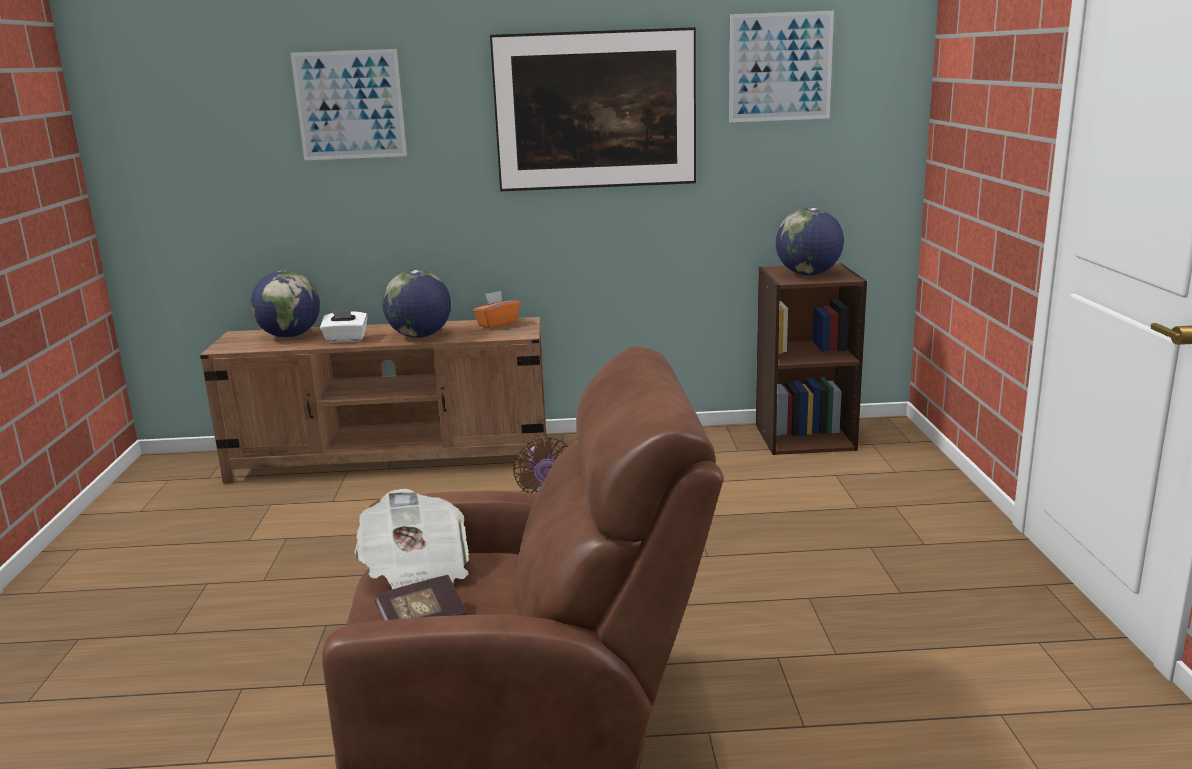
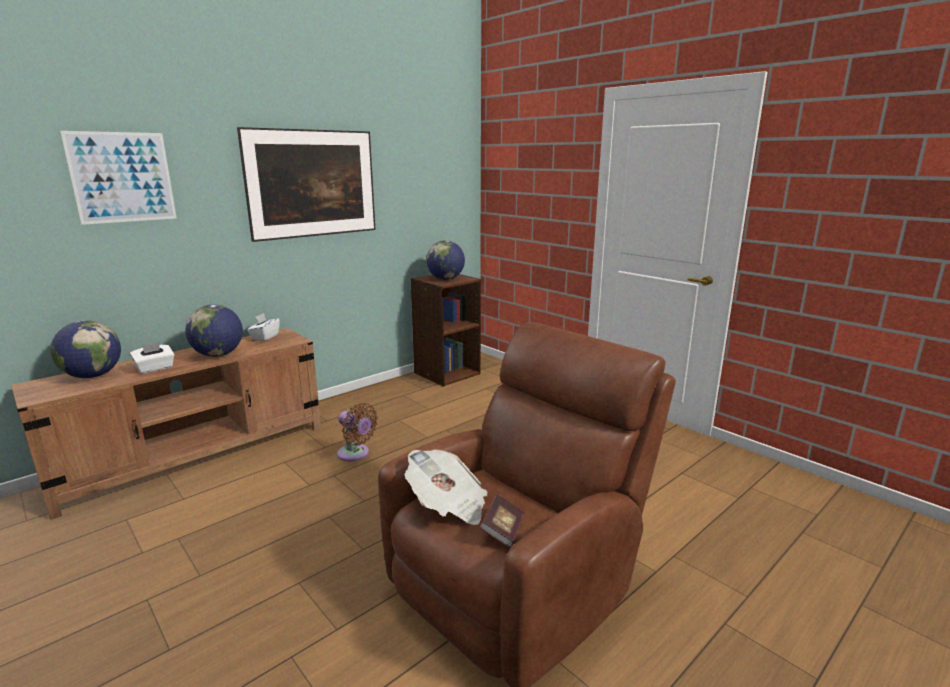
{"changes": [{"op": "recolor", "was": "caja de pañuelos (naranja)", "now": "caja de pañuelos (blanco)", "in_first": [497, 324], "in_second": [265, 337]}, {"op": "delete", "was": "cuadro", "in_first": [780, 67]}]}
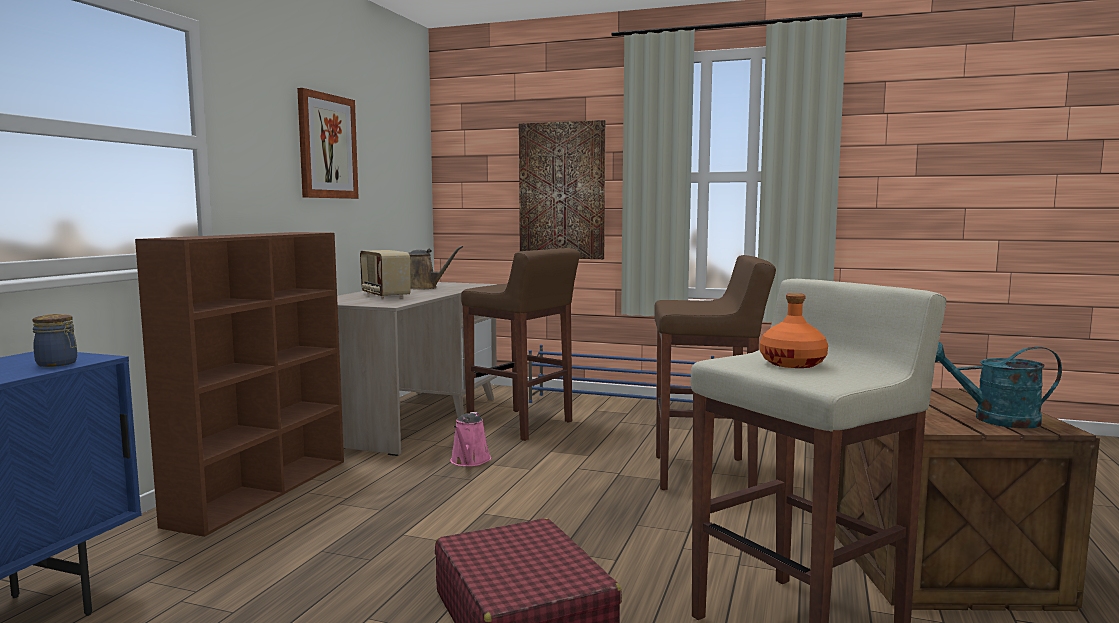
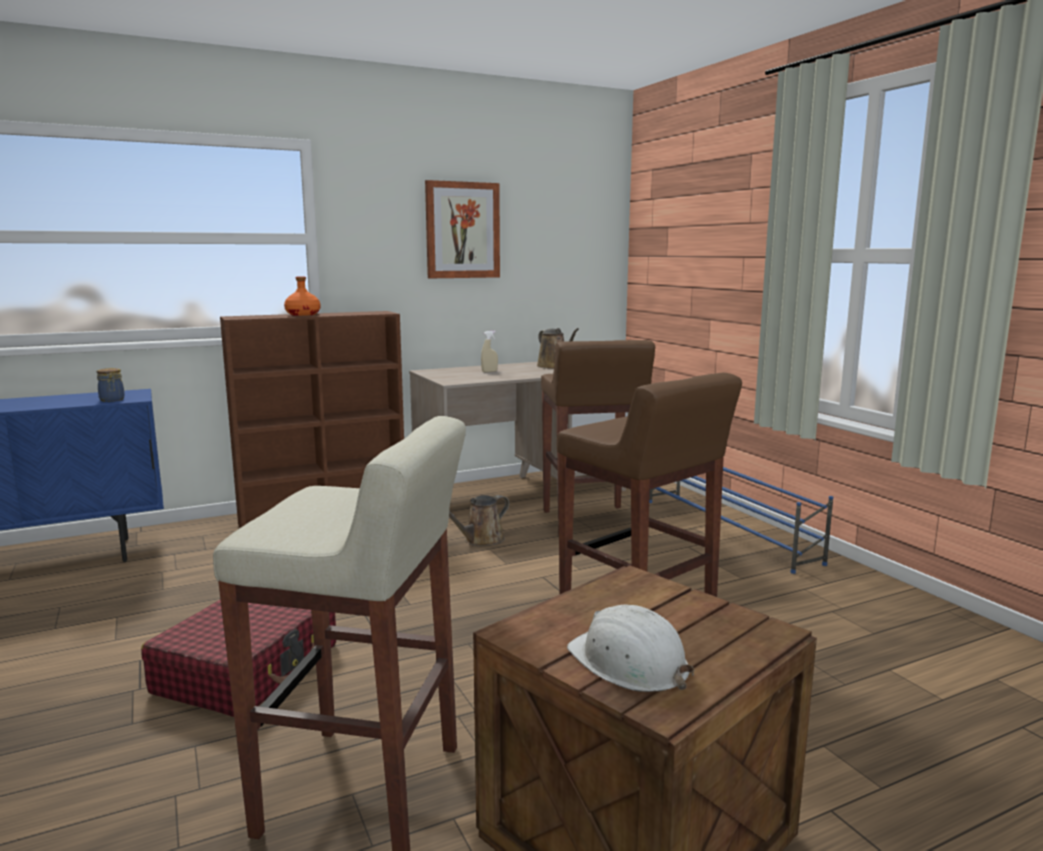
{"changes": [{"op": "replace", "was": "radio", "now": "pulverizador (beis)", "in_first": [384, 295], "in_second": [489, 371]}, {"op": "recolor", "was": "regadera (rosa)", "now": "regadera (marrón)", "in_first": [469, 461], "in_second": [480, 540]}, {"op": "delete", "was": "cuadro", "in_first": [562, 191]}, {"op": "move", "was": "botella (naranja)", "in_first": [793, 363], "in_second": [303, 314]}, {"op": "replace", "was": "regadera (turquesa)", "now": "casco (blanco)", "in_first": [994, 420], "in_second": [628, 663]}]}
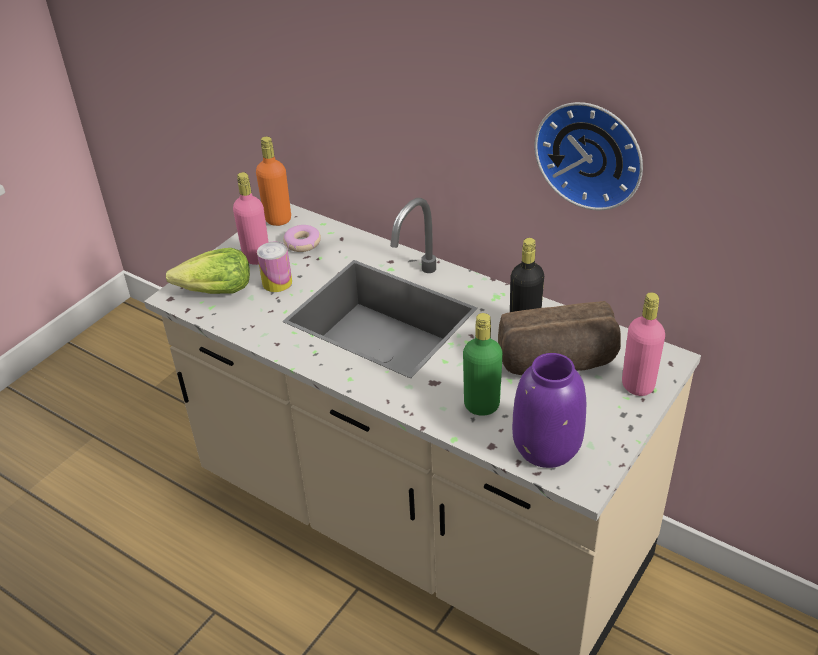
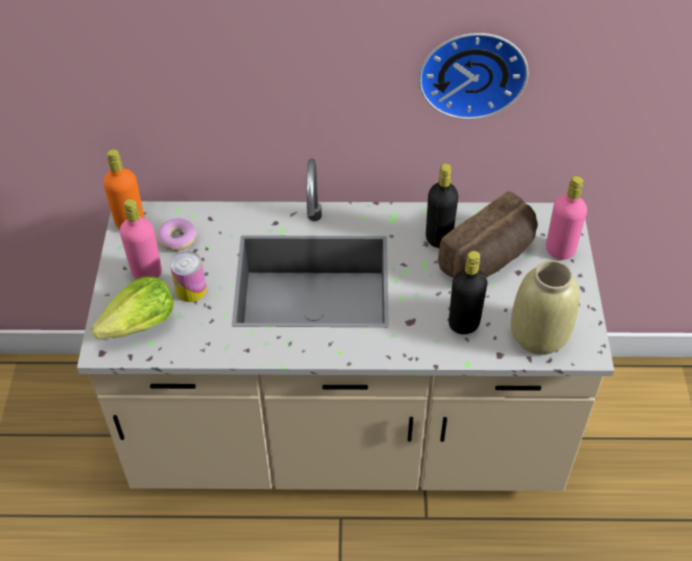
{"changes": [{"op": "recolor", "was": "botella (verde)", "now": "botella (negro)", "in_first": [481, 405], "in_second": [464, 324]}, {"op": "recolor", "was": "florero (morado)", "now": "florero (beis)", "in_first": [547, 447], "in_second": [539, 335]}]}
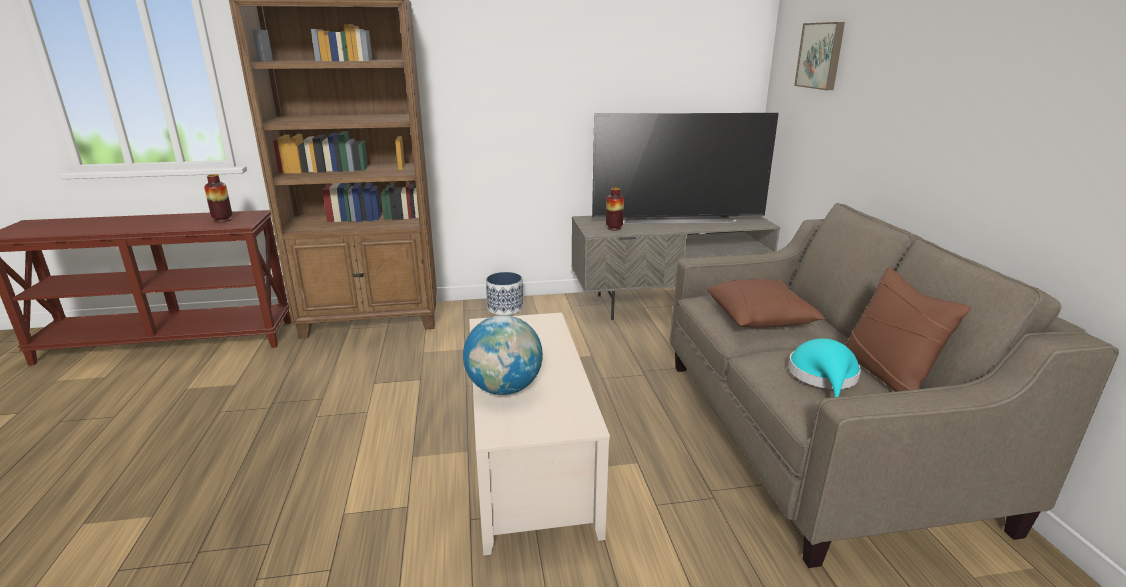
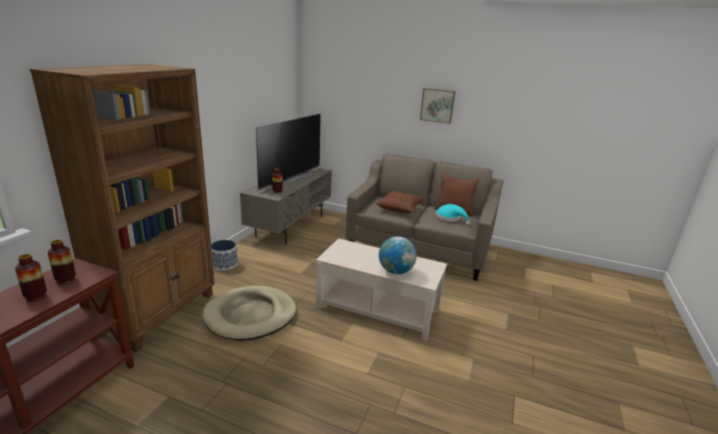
{"changes": [{"op": "move", "was": "cuadro", "in_first": [821, 55], "in_second": [437, 105]}, {"op": "insert", "now": "florero", "in_second": [36, 297]}, {"op": "insert", "now": "cama para perro (beis)", "in_second": [250, 316]}]}
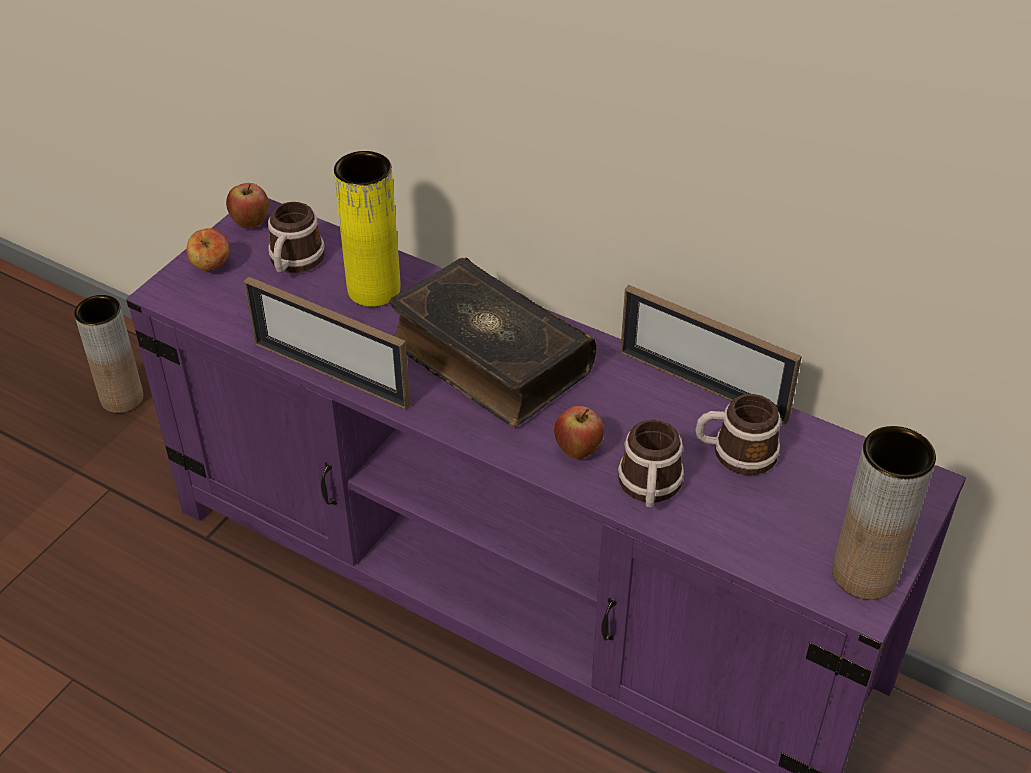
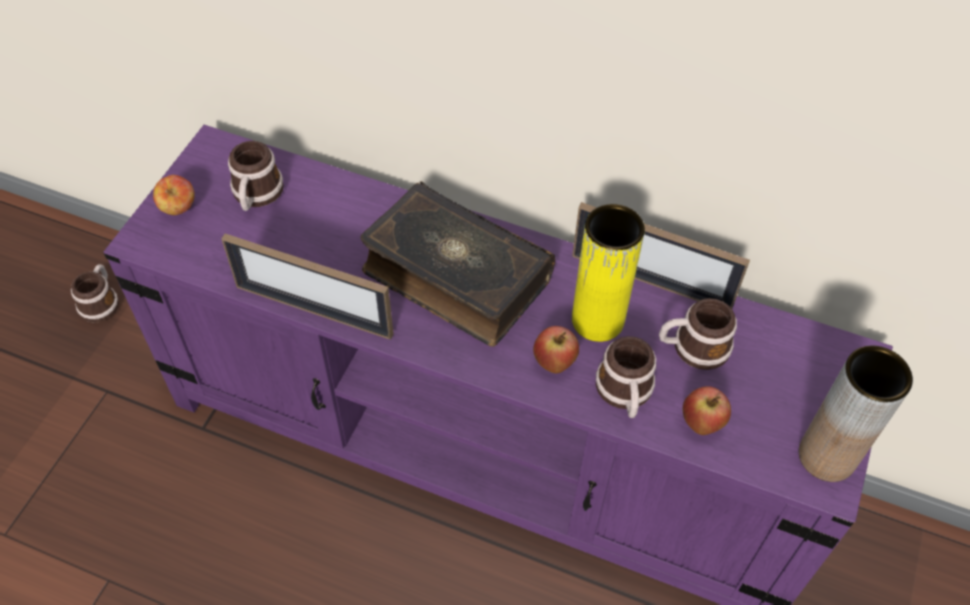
{"changes": [{"op": "replace", "was": "florero (marrón)", "now": "taza grande", "in_first": [122, 398], "in_second": [101, 301]}, {"op": "move", "was": "manzana", "in_first": [251, 224], "in_second": [701, 424]}, {"op": "move", "was": "florero (amarillo)", "in_first": [374, 290], "in_second": [597, 320]}]}
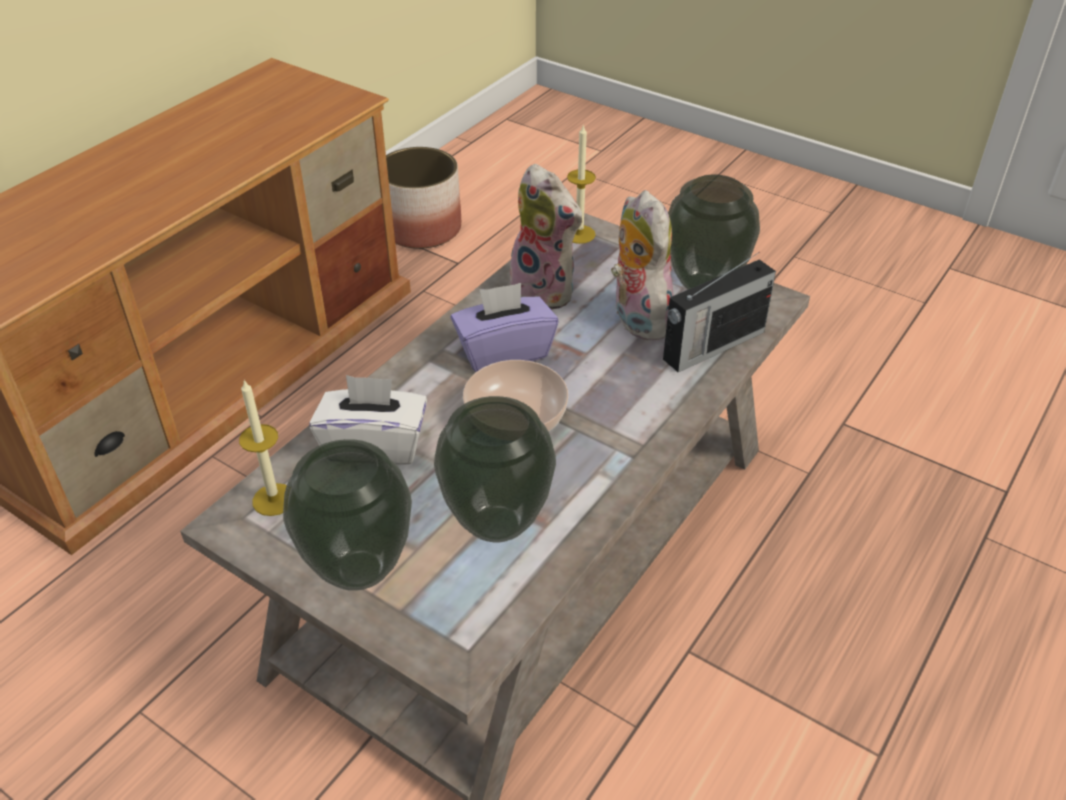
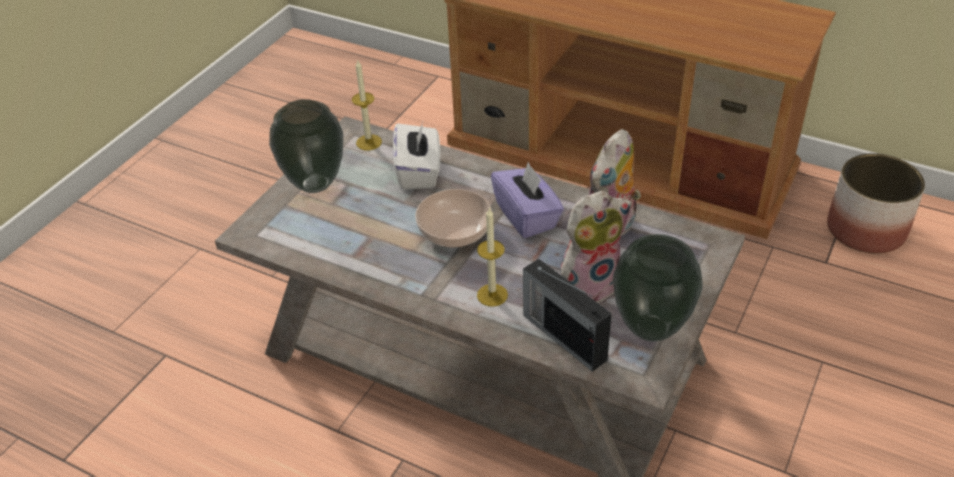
{"changes": [{"op": "delete", "was": "florero", "in_first": [495, 525]}, {"op": "move", "was": "vela", "in_first": [579, 234], "in_second": [492, 295]}]}
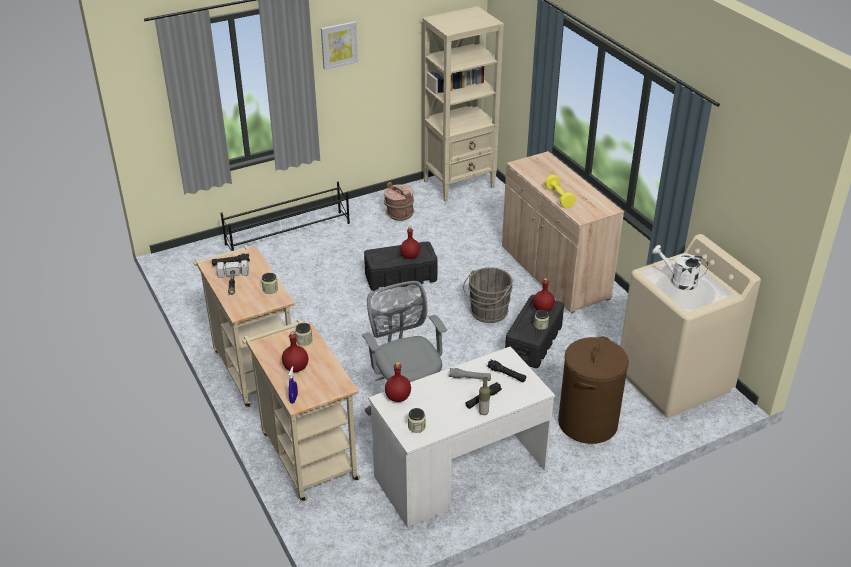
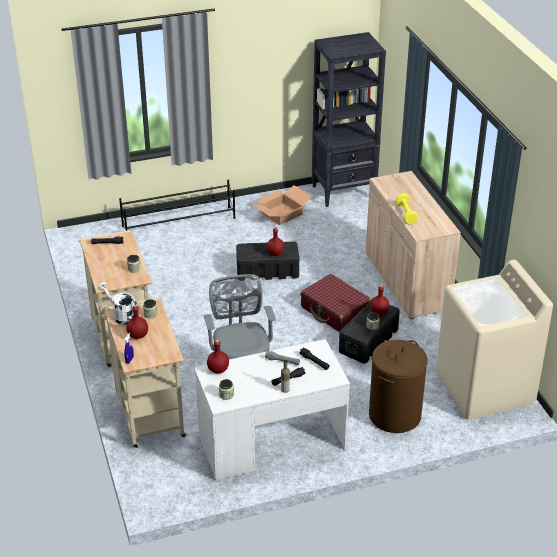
{"changes": [{"op": "delete", "was": "martillo", "in_first": [232, 283]}, {"op": "delete", "was": "cuadro", "in_first": [339, 45]}, {"op": "replace", "was": "cubo (marrón)", "now": "caja de cartón", "in_first": [399, 214], "in_second": [281, 214]}, {"op": "recolor", "was": "estantería (beis)", "now": "estantería (negro)", "in_first": [459, 184], "in_second": [344, 192]}, {"op": "replace", "was": "cubo (gris)", "now": "maleta (rojo)", "in_first": [487, 313], "in_second": [335, 311]}, {"op": "move", "was": "regadera (blanco)", "in_first": [678, 281], "in_second": [121, 315]}]}
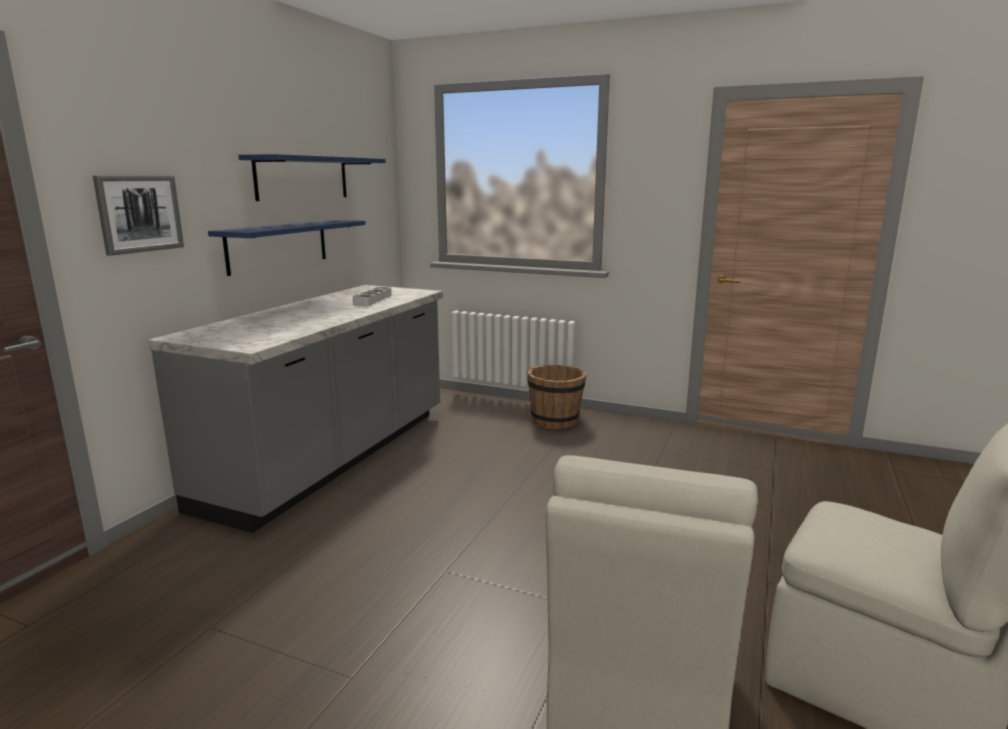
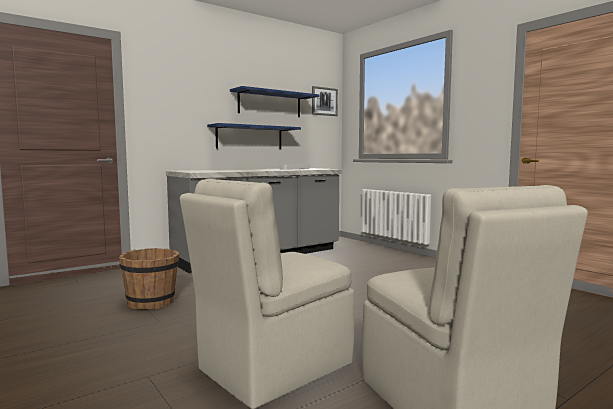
{"changes": [{"op": "move", "was": "cuadro", "in_first": [139, 213], "in_second": [324, 101]}, {"op": "move", "was": "cubo (marrón)", "in_first": [555, 421], "in_second": [151, 302]}]}
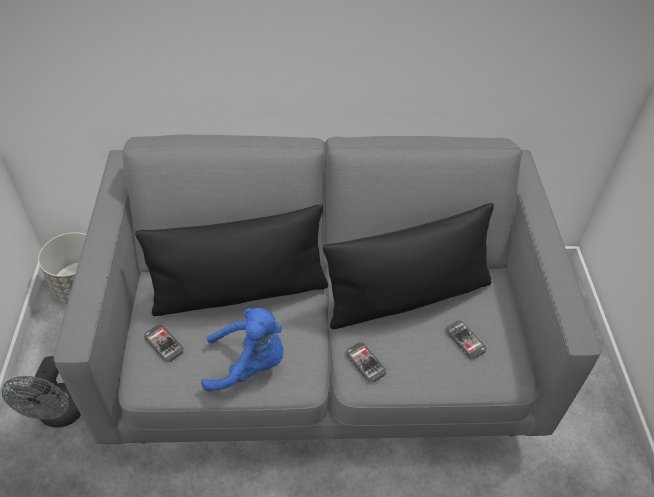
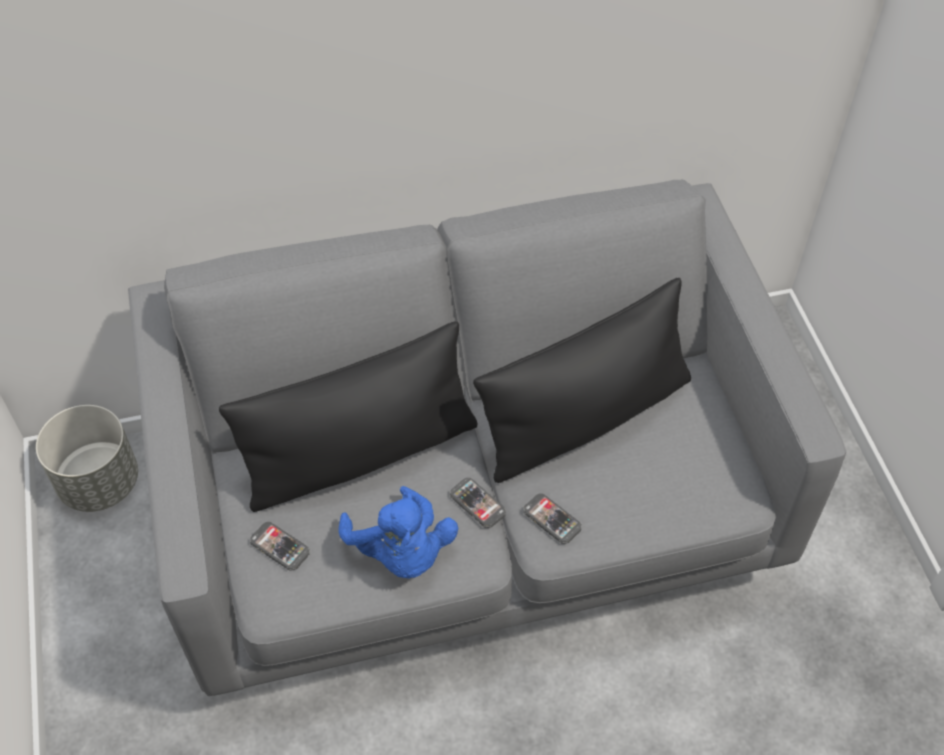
{"changes": [{"op": "delete", "was": "ventilador (gris)", "in_first": [59, 415]}, {"op": "rotate", "was": "peluche (azul)", "in_first": [249, 364], "in_second": [401, 552], "clockwise": 75}, {"op": "move", "was": "móvil", "in_first": [465, 340], "in_second": [477, 504]}]}
